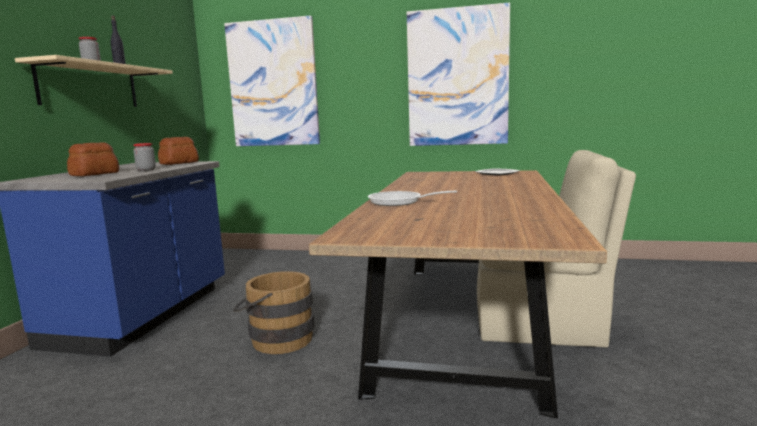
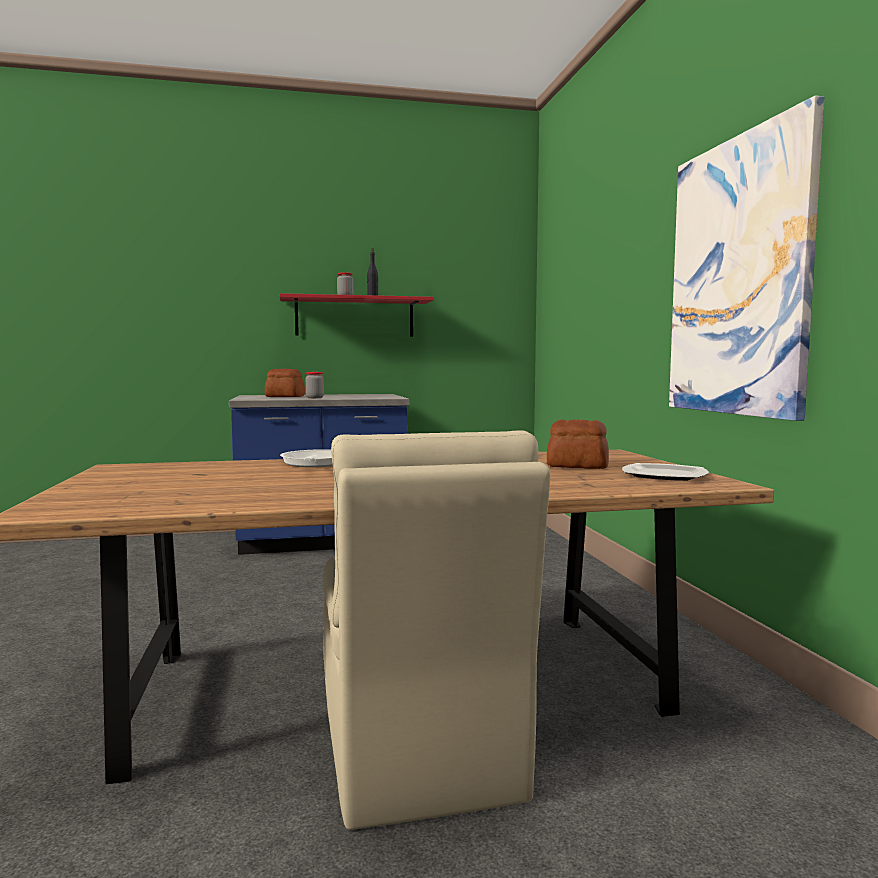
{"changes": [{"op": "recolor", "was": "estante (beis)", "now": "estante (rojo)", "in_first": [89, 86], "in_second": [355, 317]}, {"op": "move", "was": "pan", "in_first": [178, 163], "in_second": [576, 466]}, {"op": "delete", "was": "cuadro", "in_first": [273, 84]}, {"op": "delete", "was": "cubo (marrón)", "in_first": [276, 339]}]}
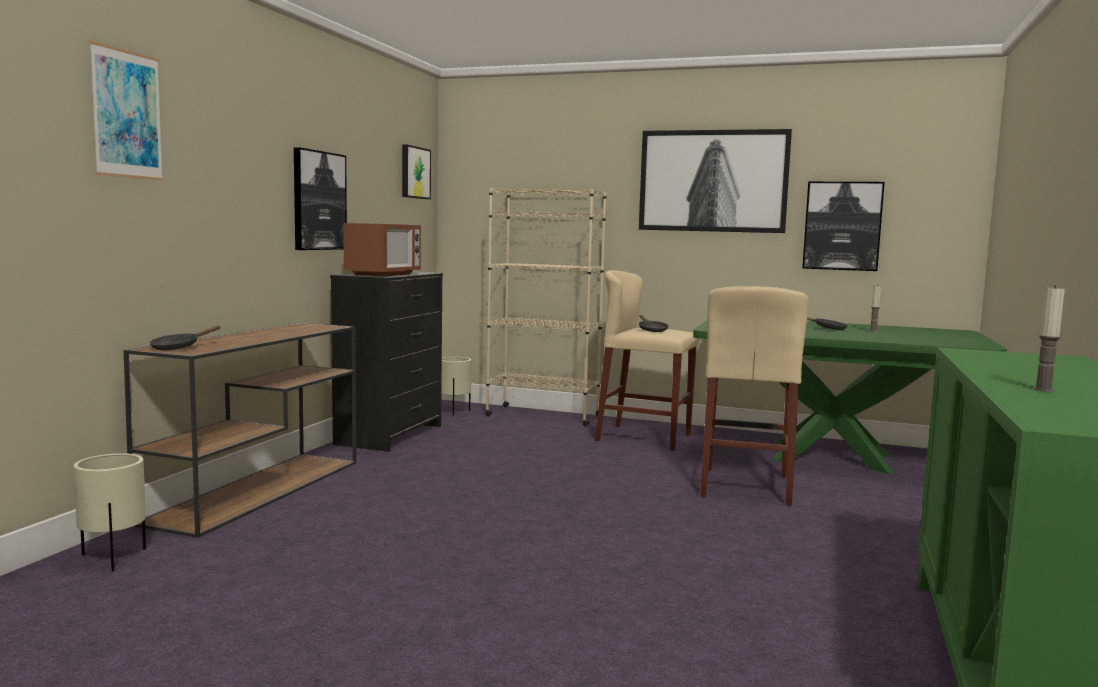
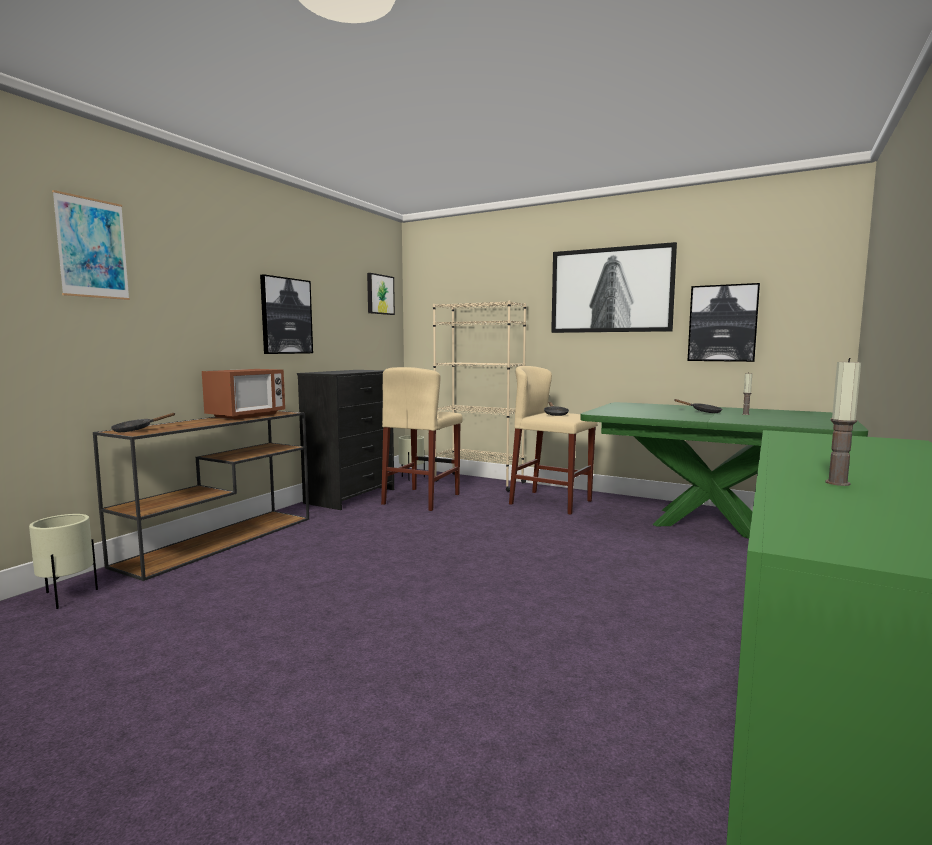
{"changes": [{"op": "move", "was": "microondas", "in_first": [383, 274], "in_second": [246, 415]}, {"op": "move", "was": "taburete (beis)", "in_first": [745, 486], "in_second": [422, 499]}]}
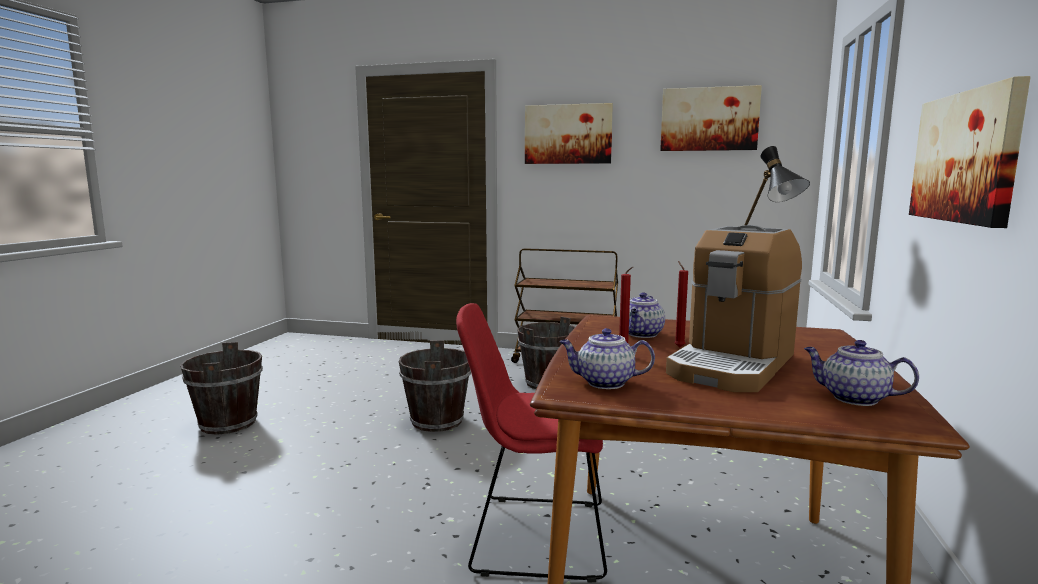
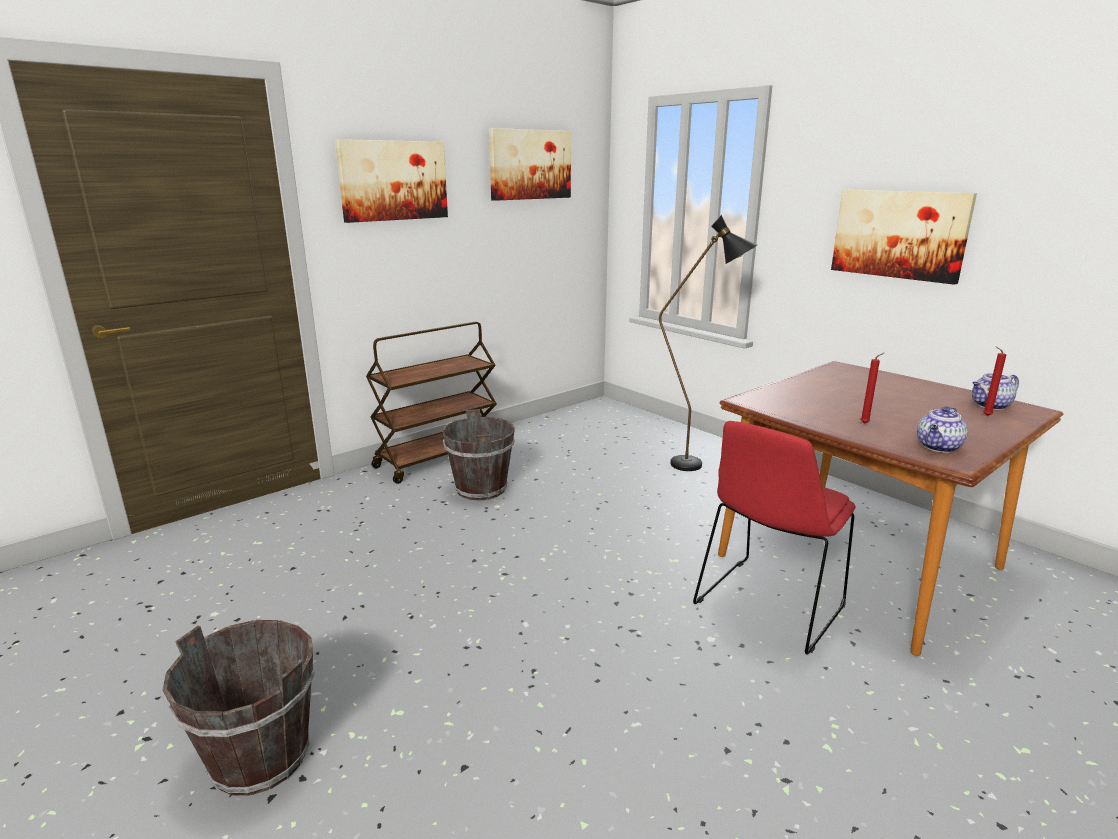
{"changes": [{"op": "delete", "was": "cubo (marrón)", "in_first": [437, 421]}, {"op": "delete", "was": "tetera", "in_first": [642, 334]}, {"op": "delete", "was": "cafetera", "in_first": [732, 364]}, {"op": "move", "was": "vela (rojo)", "in_first": [678, 347], "in_second": [985, 415]}]}
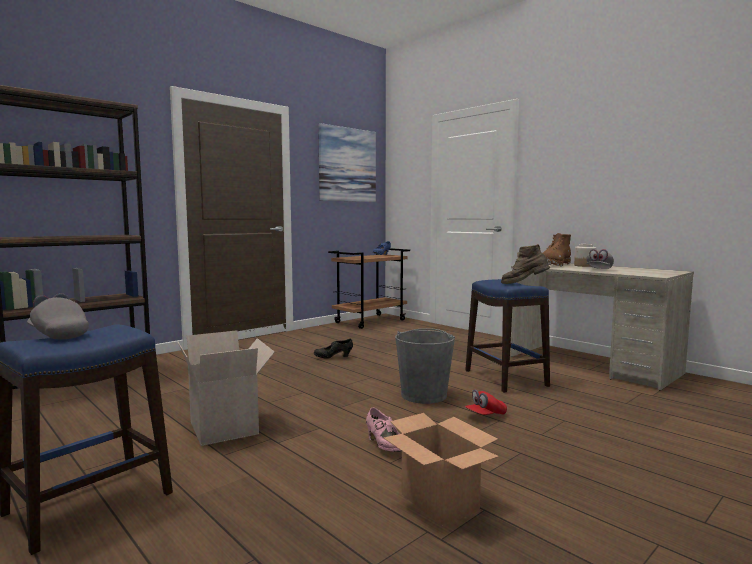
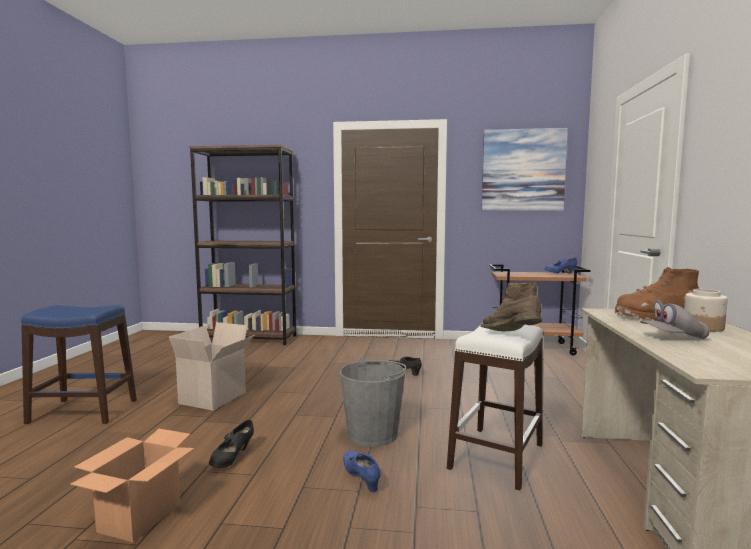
{"changes": [{"op": "delete", "was": "gorra (gris)", "in_first": [58, 334]}, {"op": "recolor", "was": "zapato (rosa)", "now": "zapato (negro)", "in_first": [385, 447], "in_second": [232, 458]}, {"op": "replace", "was": "gorra (rojo)", "now": "zapato (azul)", "in_first": [485, 415], "in_second": [361, 479]}, {"op": "recolor", "was": "taburete (azul)", "now": "taburete (blanco)", "in_first": [505, 378], "in_second": [496, 456]}]}
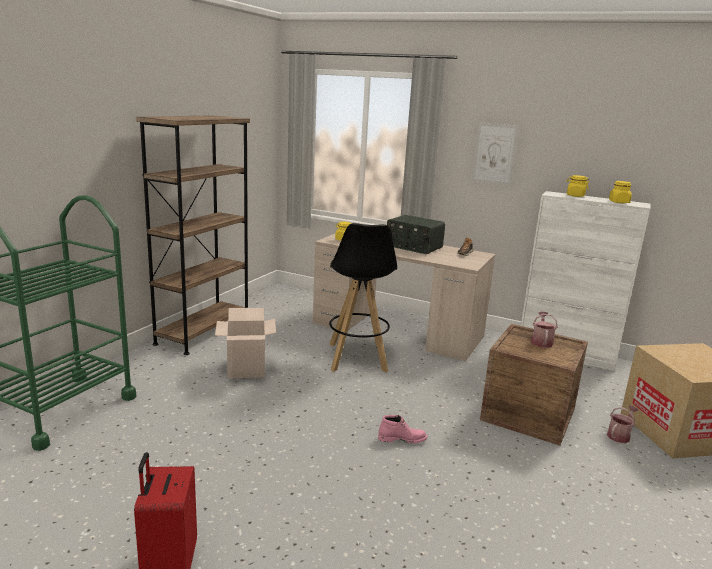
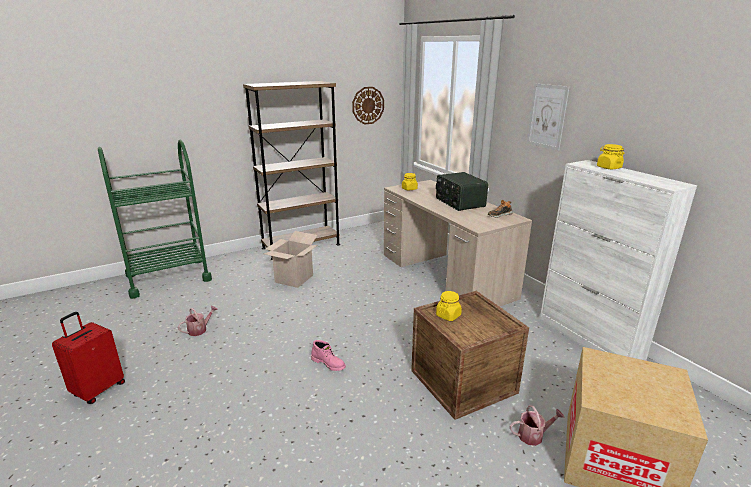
{"changes": [{"op": "delete", "was": "taburete (negro)", "in_first": [357, 358]}, {"op": "move", "was": "regadera", "in_first": [541, 341], "in_second": [200, 329]}, {"op": "move", "was": "tarro (amarillo)", "in_first": [619, 202], "in_second": [448, 315]}, {"op": "insert", "now": "reloj de pared", "in_second": [368, 105]}]}
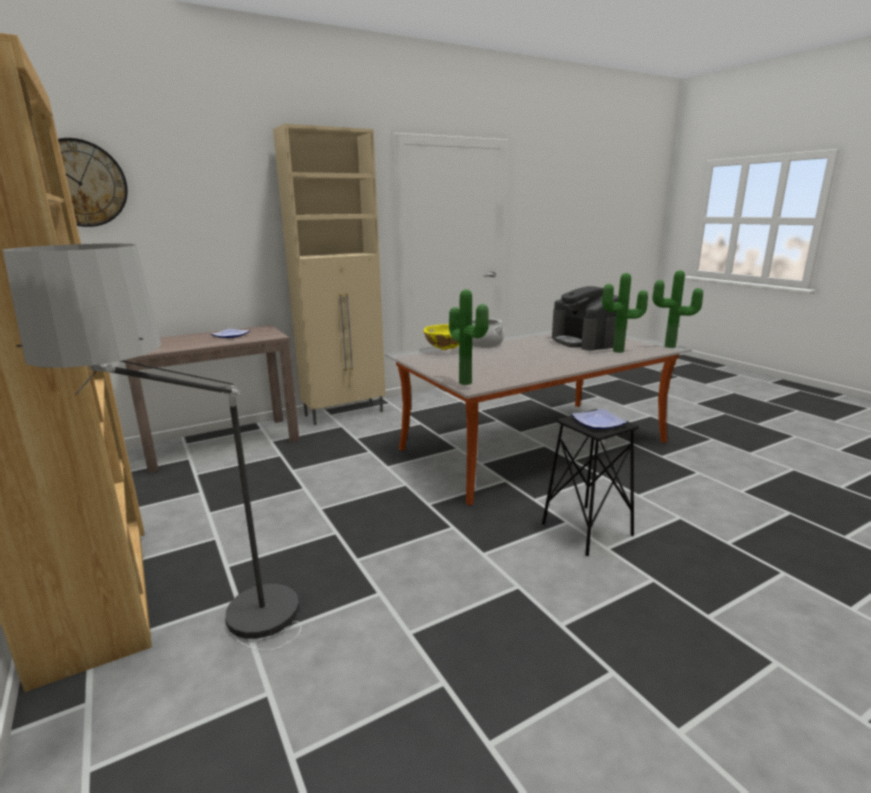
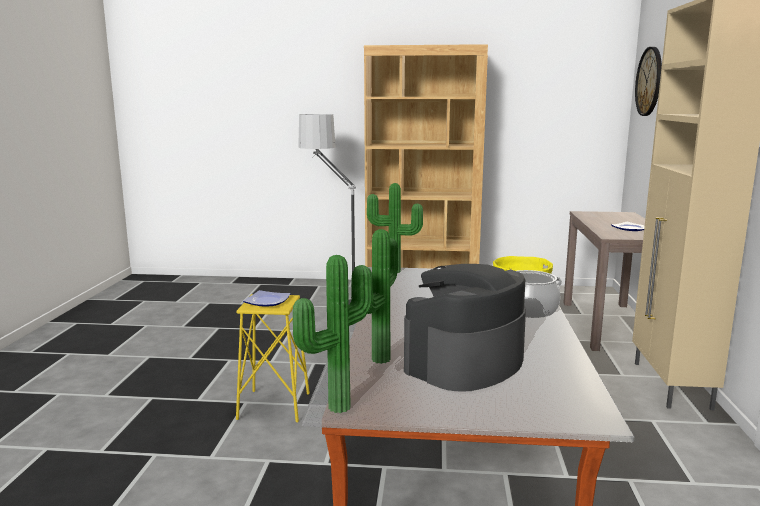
{"changes": [{"op": "recolor", "was": "taburete (negro)", "now": "taburete (amarillo)", "in_first": [586, 530], "in_second": [274, 406]}, {"op": "rotate", "was": "cafetera", "in_first": [584, 341], "in_second": [464, 363], "clockwise": -60}]}
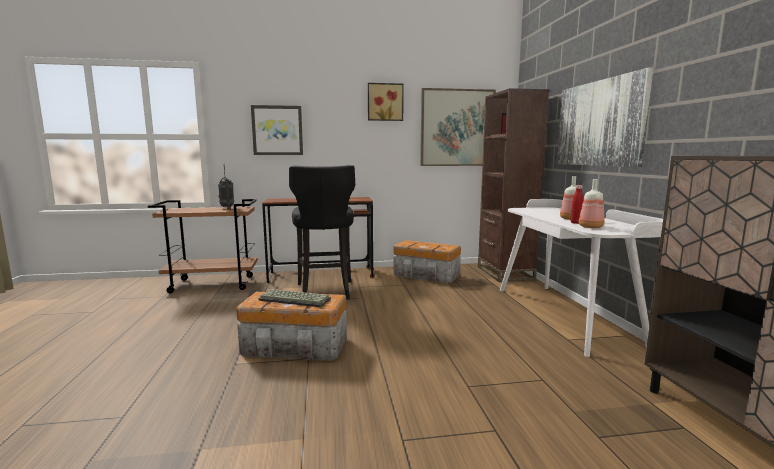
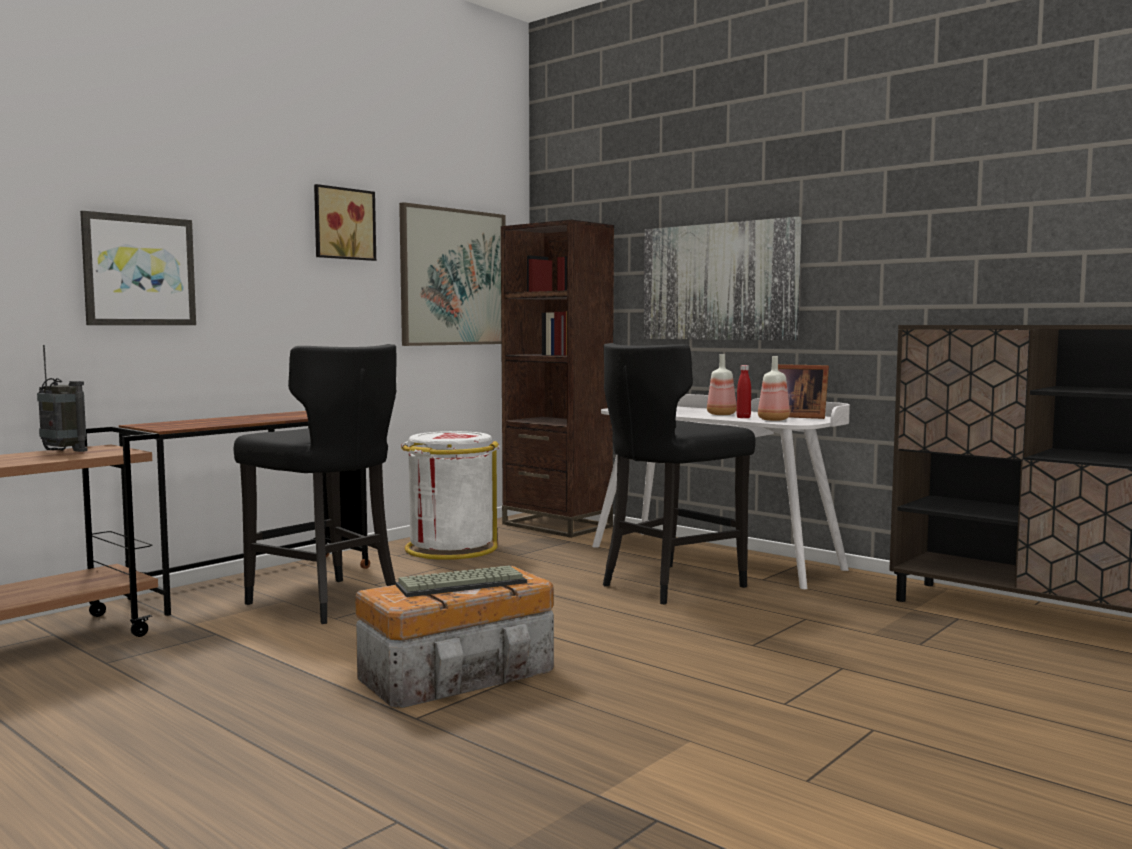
{"changes": [{"op": "replace", "was": "caja de almacenaje", "now": "papelera (blanco)", "in_first": [426, 275], "in_second": [450, 549]}, {"op": "insert", "now": "taburete (negro)", "in_second": [670, 585]}, {"op": "insert", "now": "portarretratos", "in_second": [797, 416]}]}
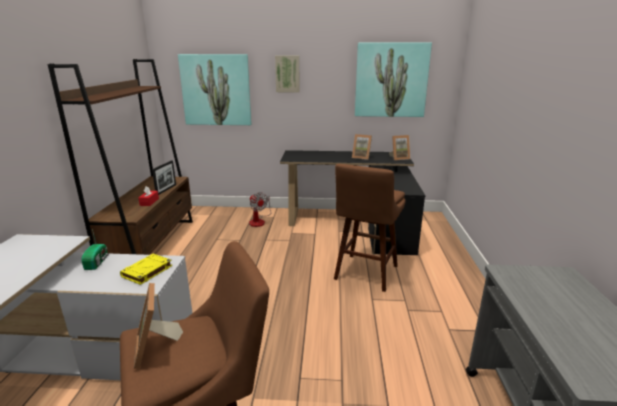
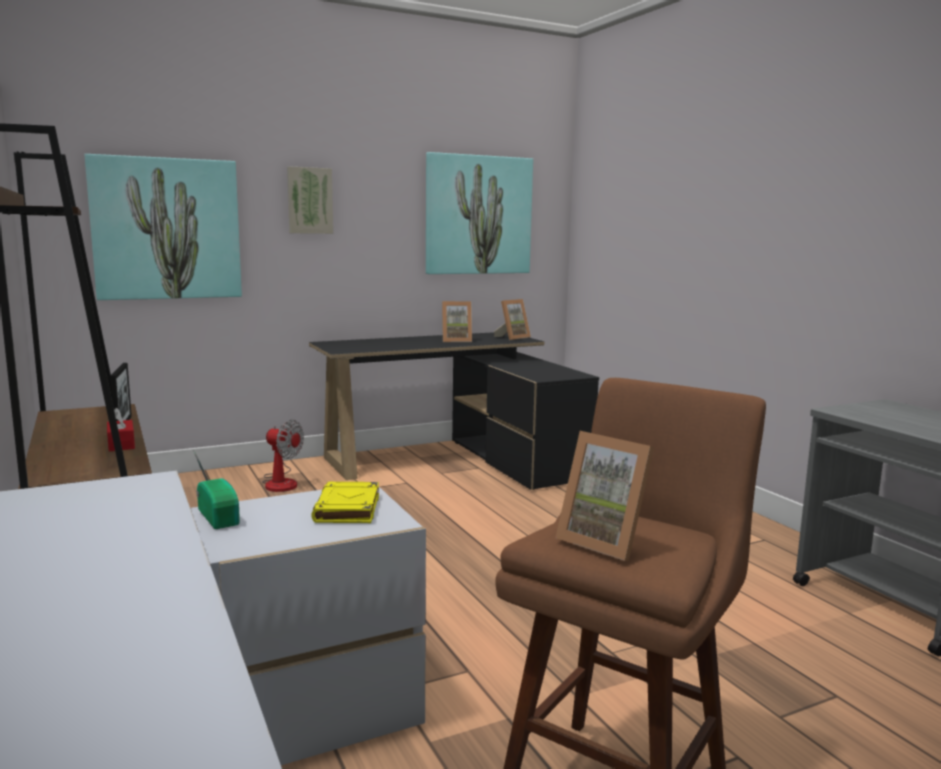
{"changes": [{"op": "delete", "was": "taburete (marrón)", "in_first": [365, 274]}]}
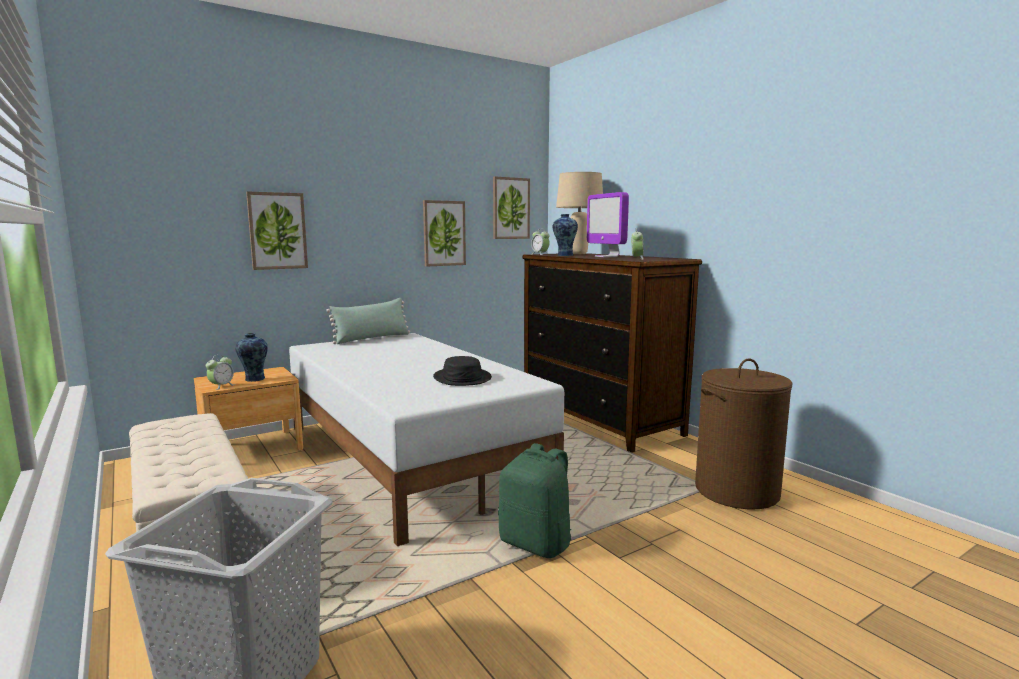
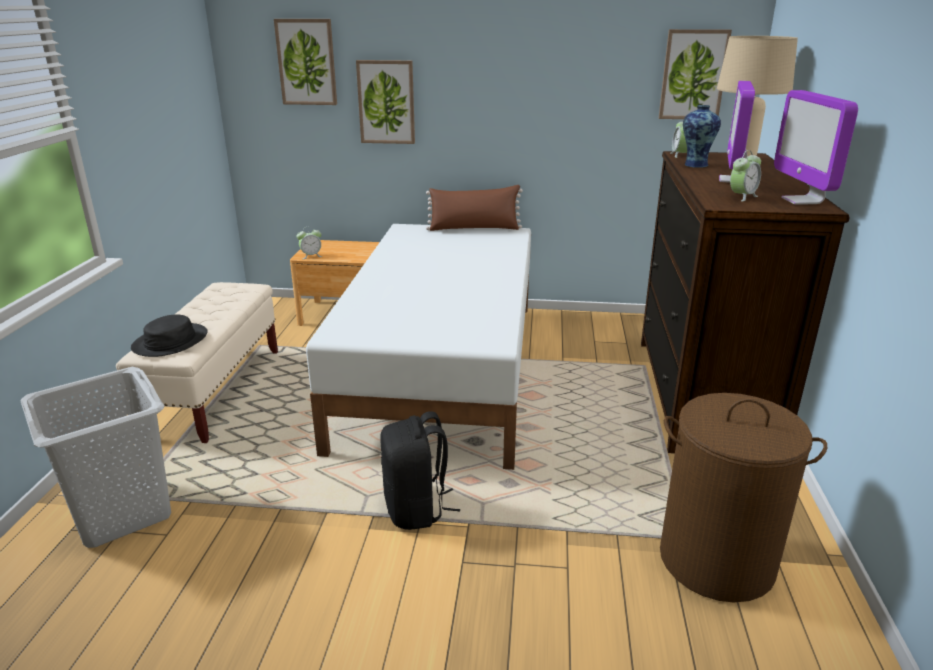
{"changes": [{"op": "delete", "was": "florero", "in_first": [254, 379]}, {"op": "recolor", "was": "cojín (verde)", "now": "cojín (marrón)", "in_first": [372, 338], "in_second": [474, 228]}, {"op": "move", "was": "cuadro", "in_first": [444, 233], "in_second": [307, 62]}, {"op": "move", "was": "sombrero (negro)", "in_first": [462, 378], "in_second": [170, 341]}, {"op": "recolor", "was": "mochila (verde)", "now": "mochila (negro)", "in_first": [536, 544], "in_second": [416, 509]}, {"op": "insert", "now": "monitor", "in_second": [801, 201]}]}
